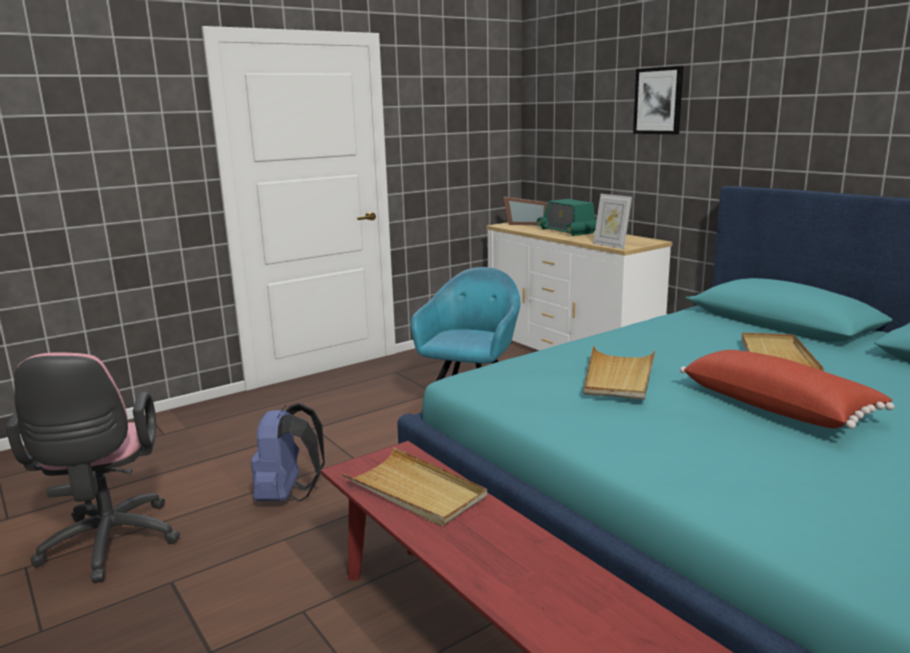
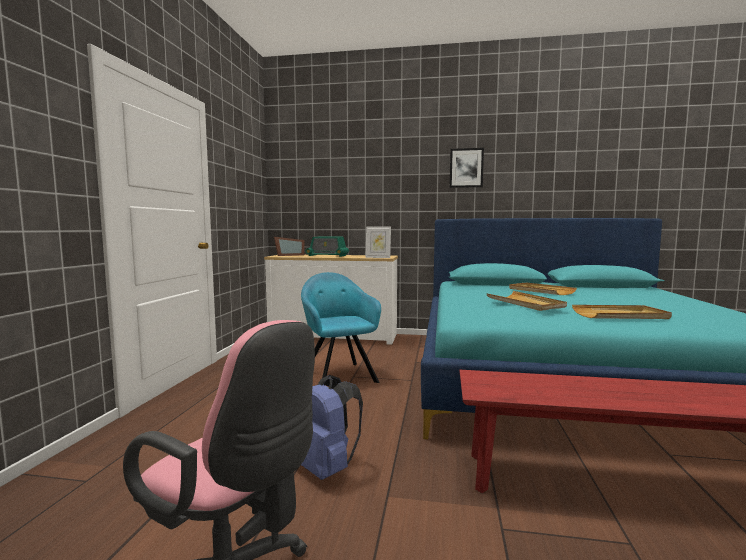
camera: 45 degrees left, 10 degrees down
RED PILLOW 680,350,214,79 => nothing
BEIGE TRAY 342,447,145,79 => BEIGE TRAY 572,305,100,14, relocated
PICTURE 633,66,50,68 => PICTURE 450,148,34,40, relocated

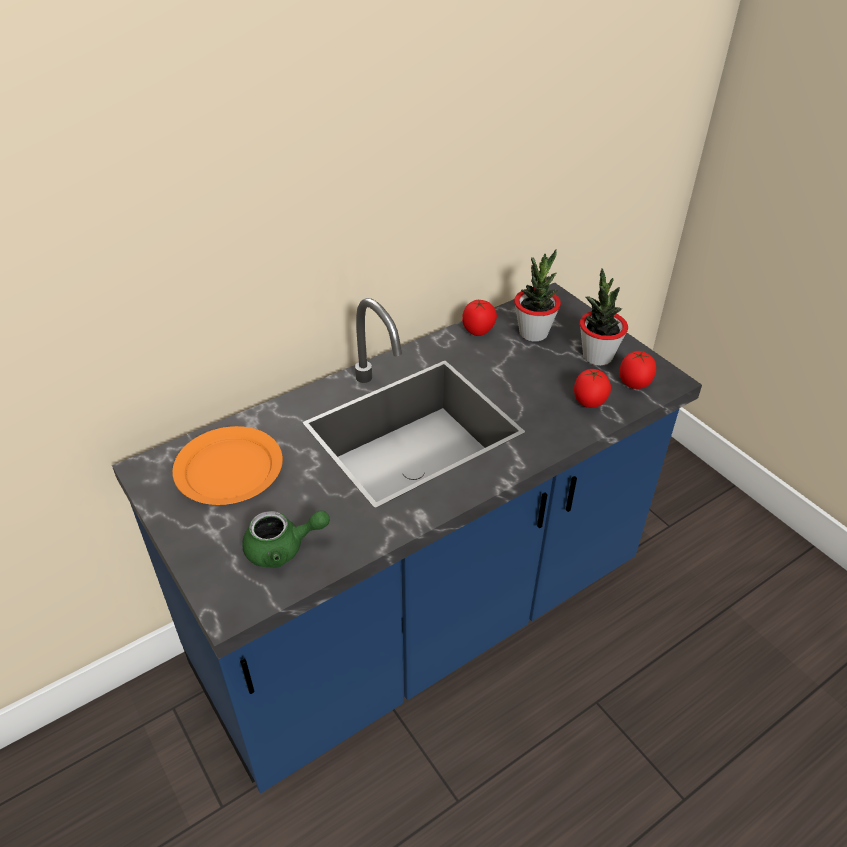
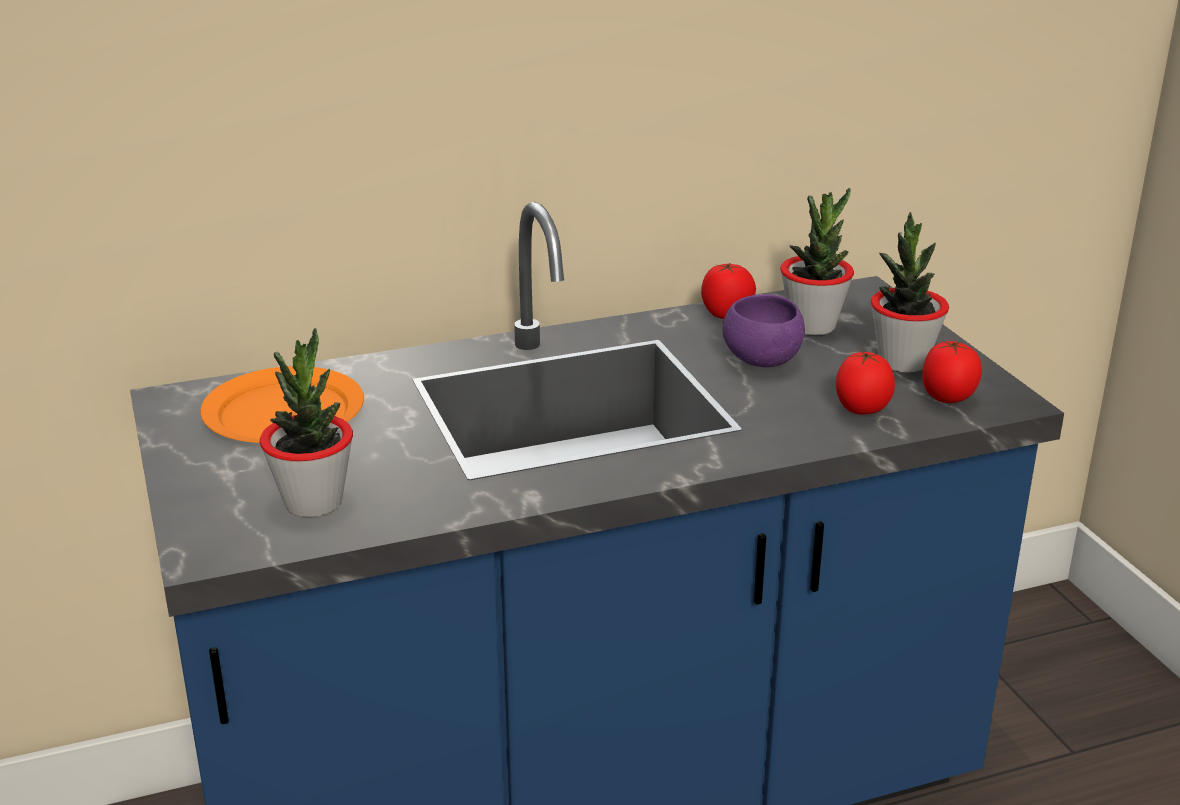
camera: 15 degrees right, 15 degrees down
nothing => PURPLE BOWL 722,294,83,73
GREEN TEAPOT 242,510,88,58 => POTTED PLANT 260,328,93,190

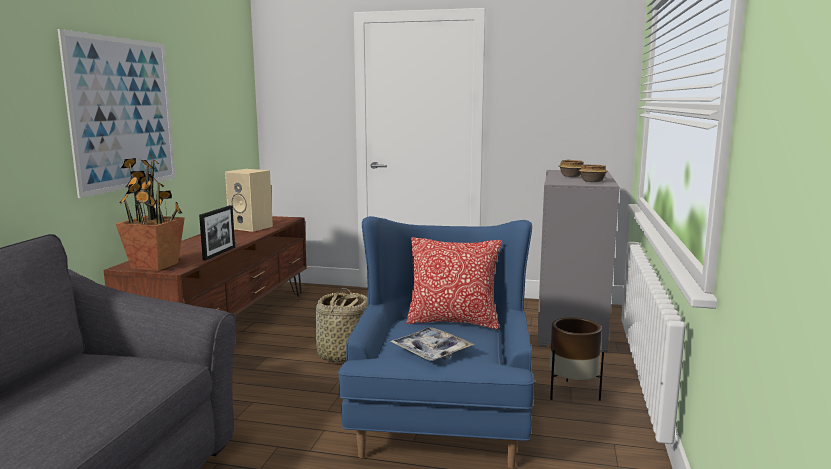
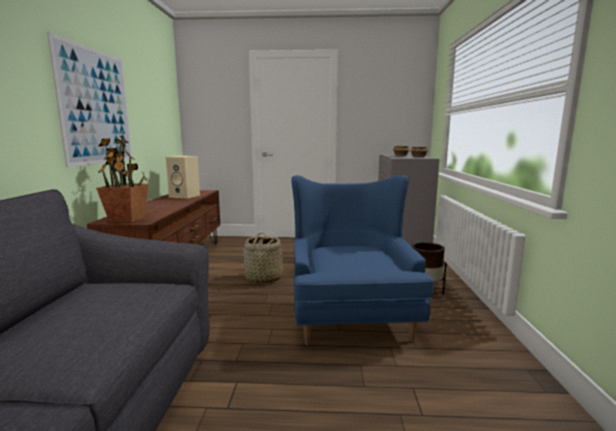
camera: 10 degrees left, 0 degrees up
PICTURE FRAME 199,205,36,56 => nothing
TRAY 390,327,84,34 => nothing
PILLOW 406,237,96,92 => nothing

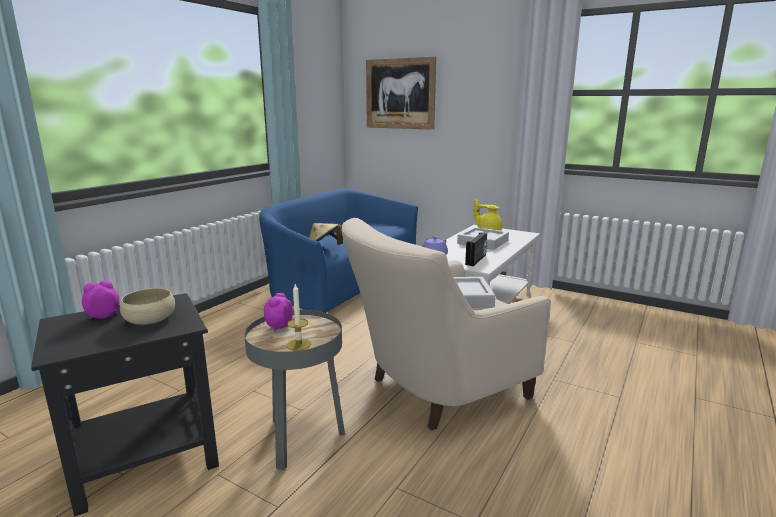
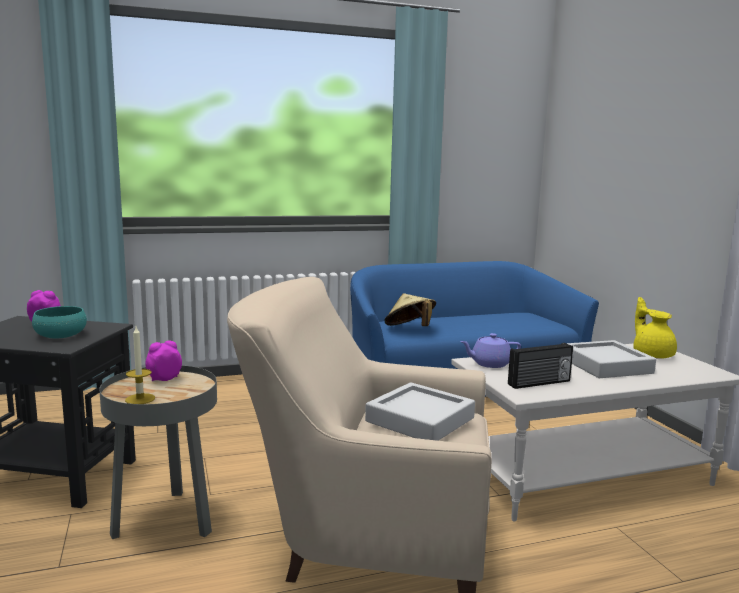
camera: 40 degrees right, 5 degrees down
PICTURE 366,57,70,73 => nothing
BEIGE BOWL 120,288,55,37 => TURQUOISE BOWL 32,306,55,32

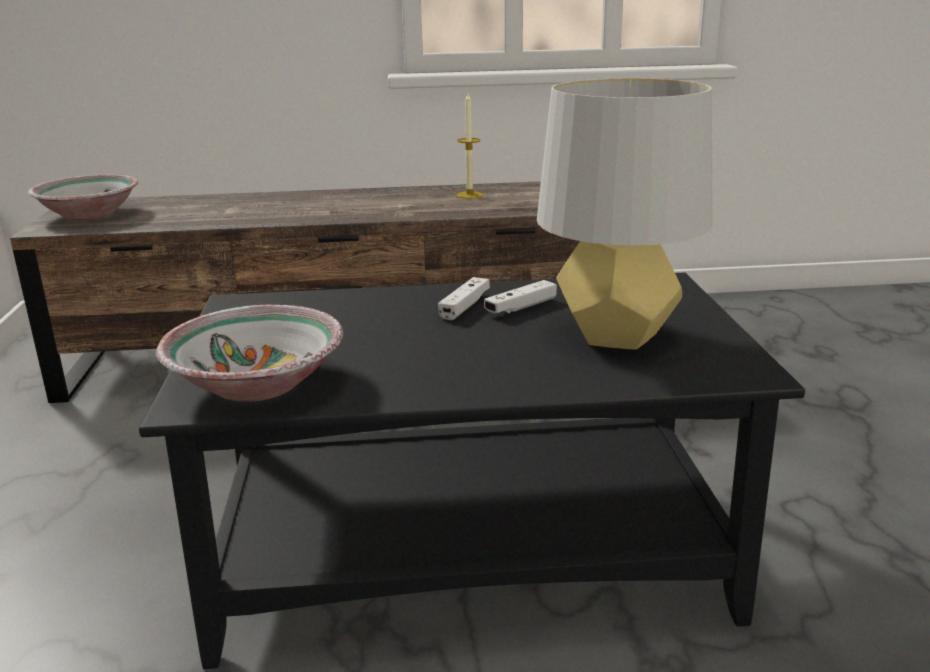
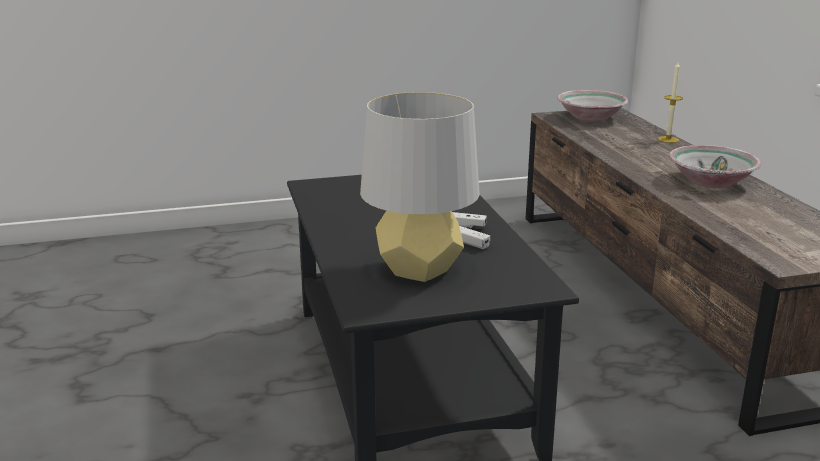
camera: 80 degrees right, 0 degrees up
BOWL 156,305,187,97 => BOWL 669,145,93,43, relocated
CANDLE 457,93,26,106 => CANDLE 658,62,25,81, relocated

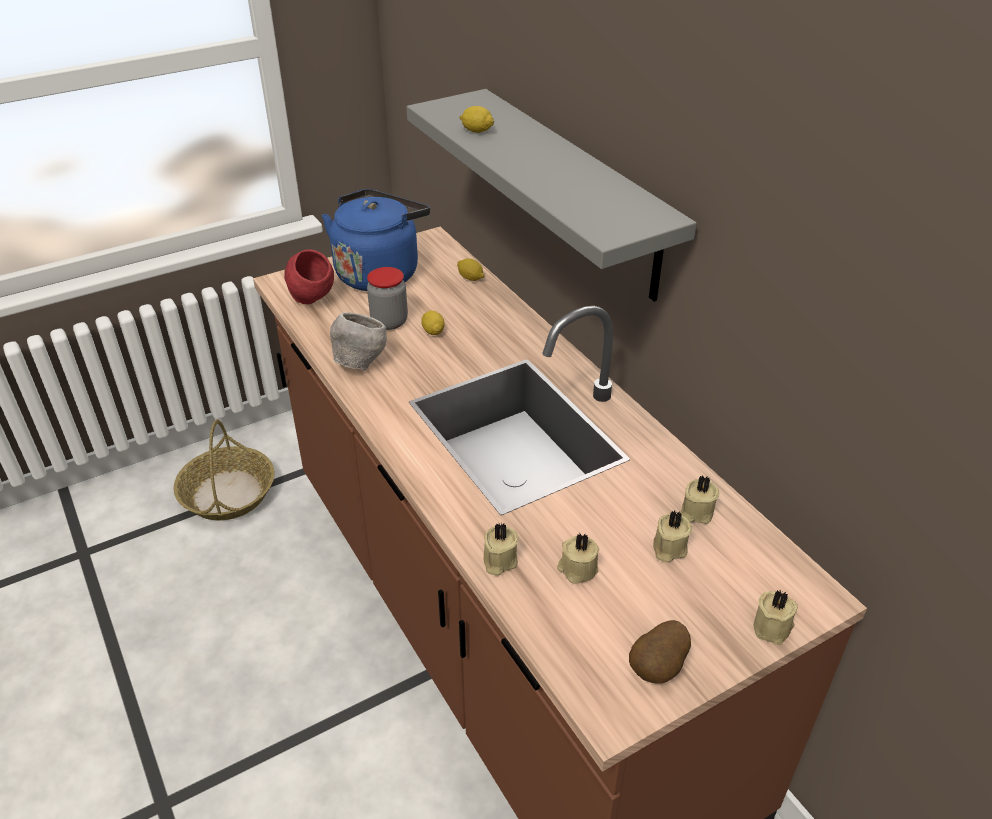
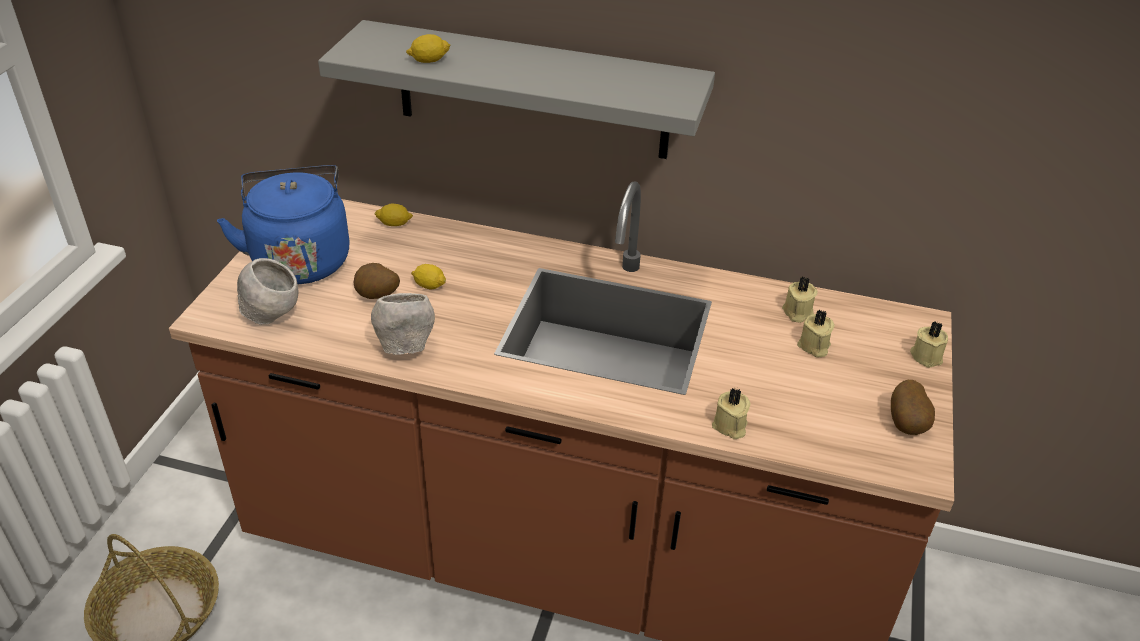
camera: 45 degrees left, 0 degrees up
BEIGE CANDLE 557,533,42,50 => nothing
JAR 367,267,41,63 => POTATO 354,263,46,36
RED BOWL 284,249,50,55 => GREY BOWL 237,258,61,67

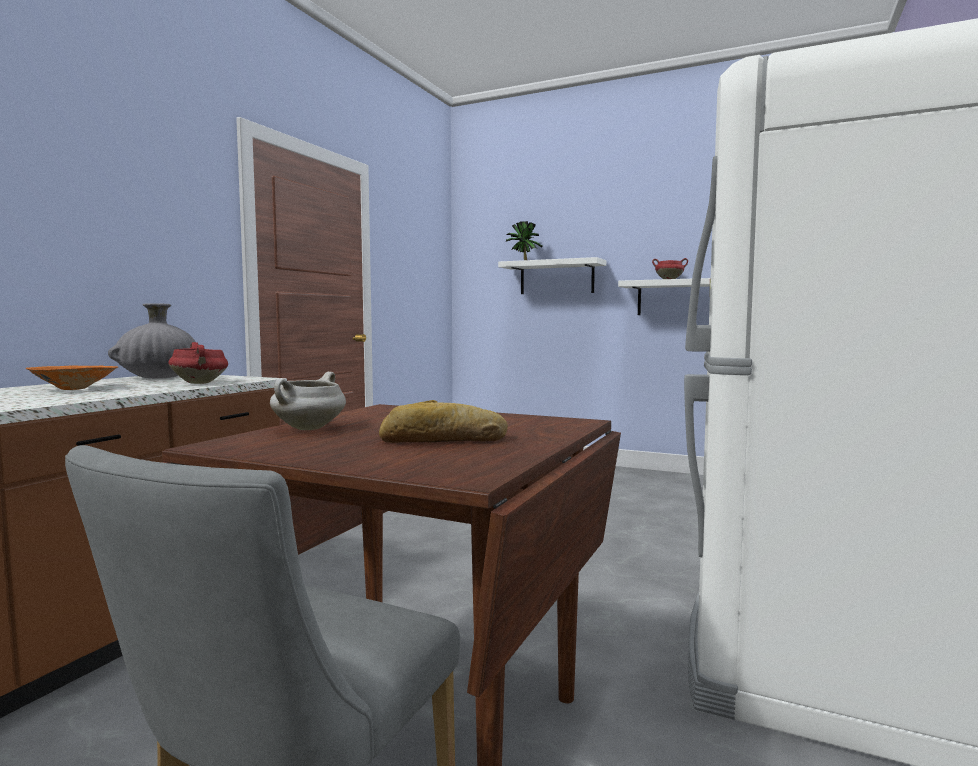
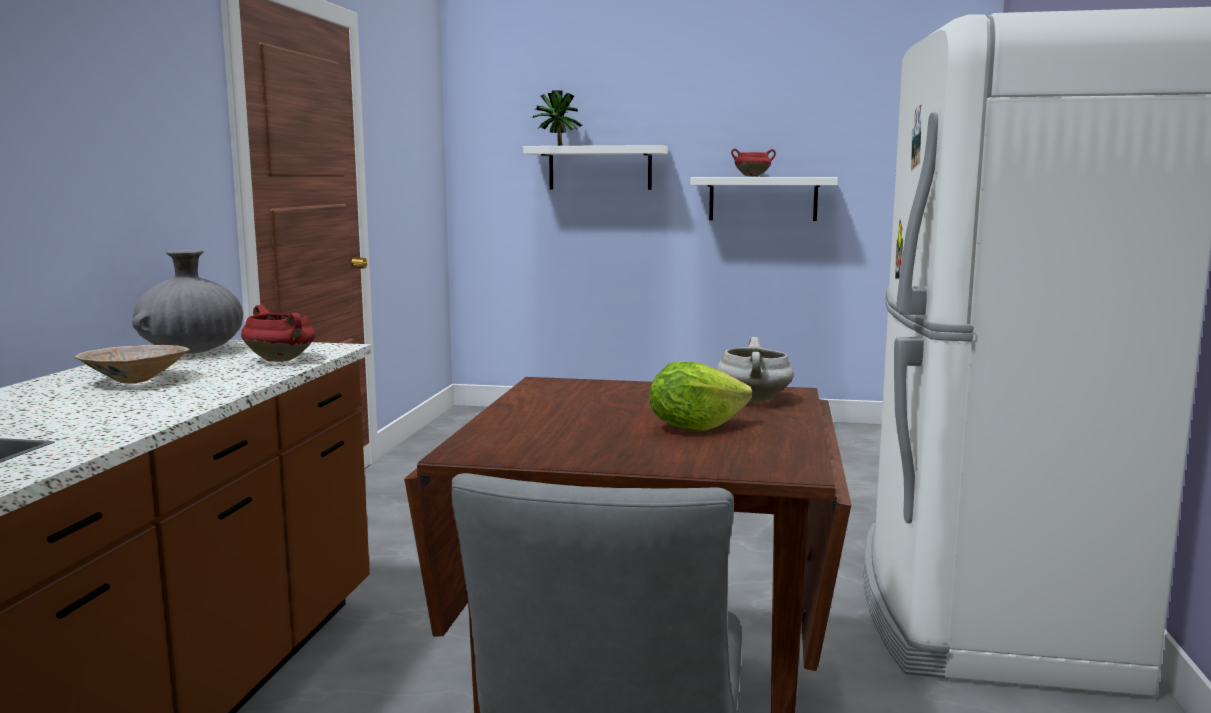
camera: 15 degrees left, 5 degrees up
WHITE COOKING POT 270,372,76,58 => WHITE COOKING POT 717,337,77,65, relocated
BREAD 379,400,129,43 => LETTUCE 649,361,103,70
ORANGE BOWL 26,366,92,24 => BEIGE BOWL 74,345,115,39

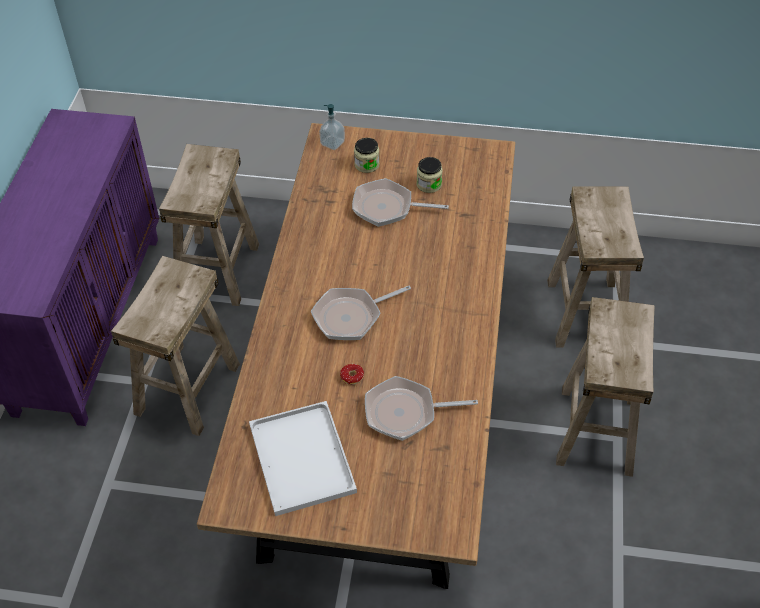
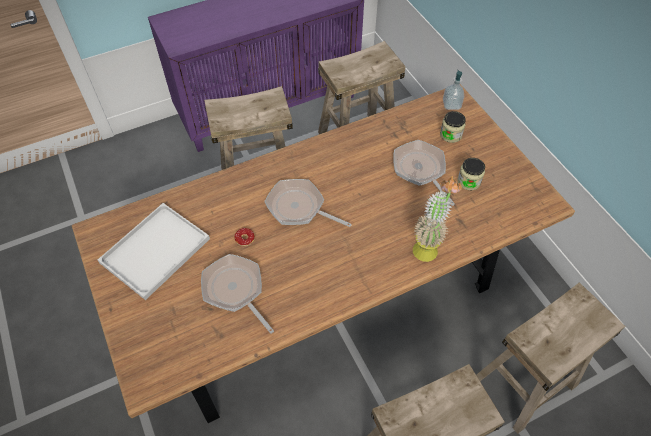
camera: 55 degrees right, 5 degrees up
nothing => POTTED PLANT 413,176,49,86

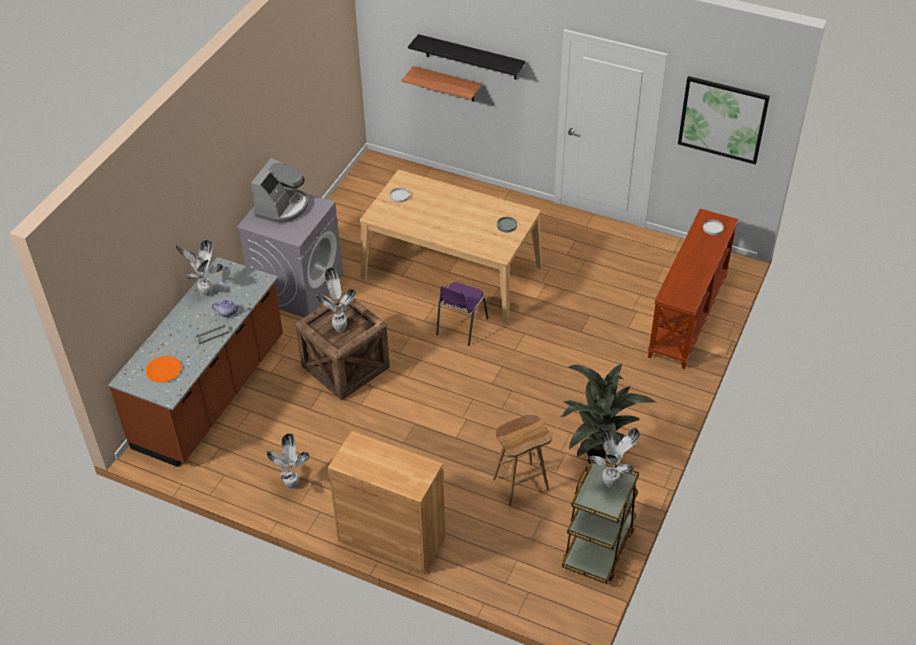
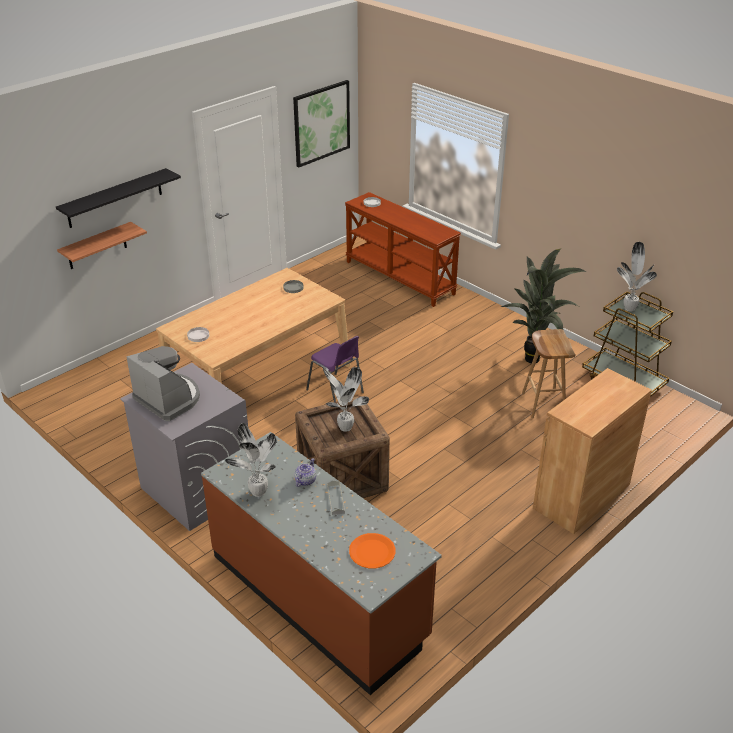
camera: 70 degrees left, 10 degrees down
POTTED PLANT 267,434,43,55 => nothing

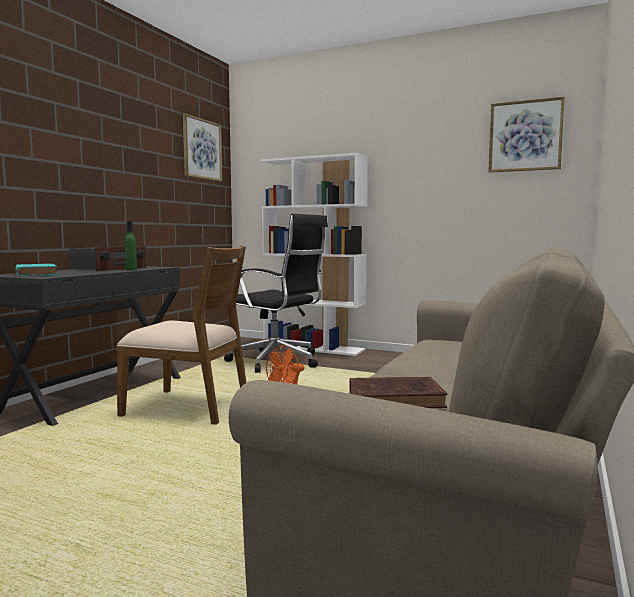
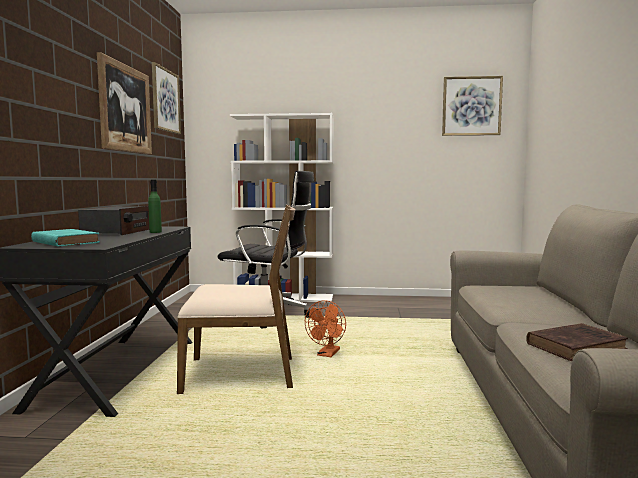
camera: 20 degrees left, 0 degrees up
nothing => PICTURE 97,52,55,102

